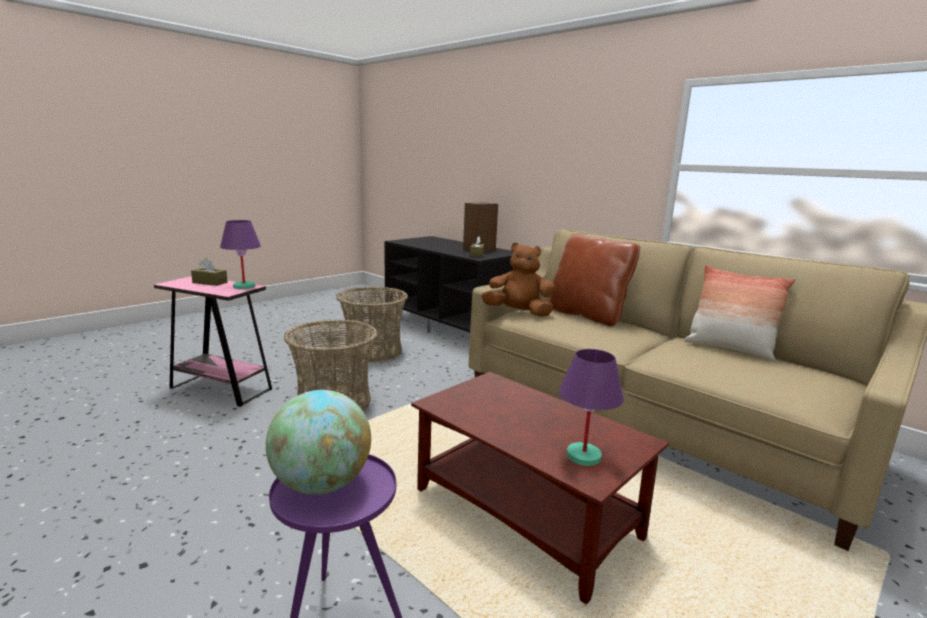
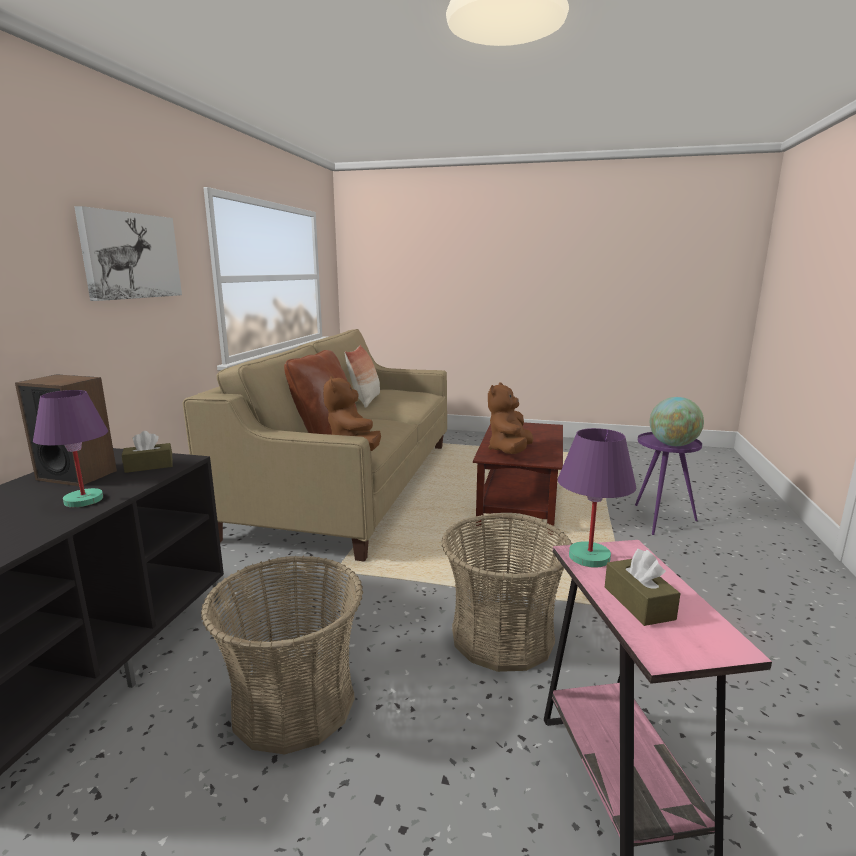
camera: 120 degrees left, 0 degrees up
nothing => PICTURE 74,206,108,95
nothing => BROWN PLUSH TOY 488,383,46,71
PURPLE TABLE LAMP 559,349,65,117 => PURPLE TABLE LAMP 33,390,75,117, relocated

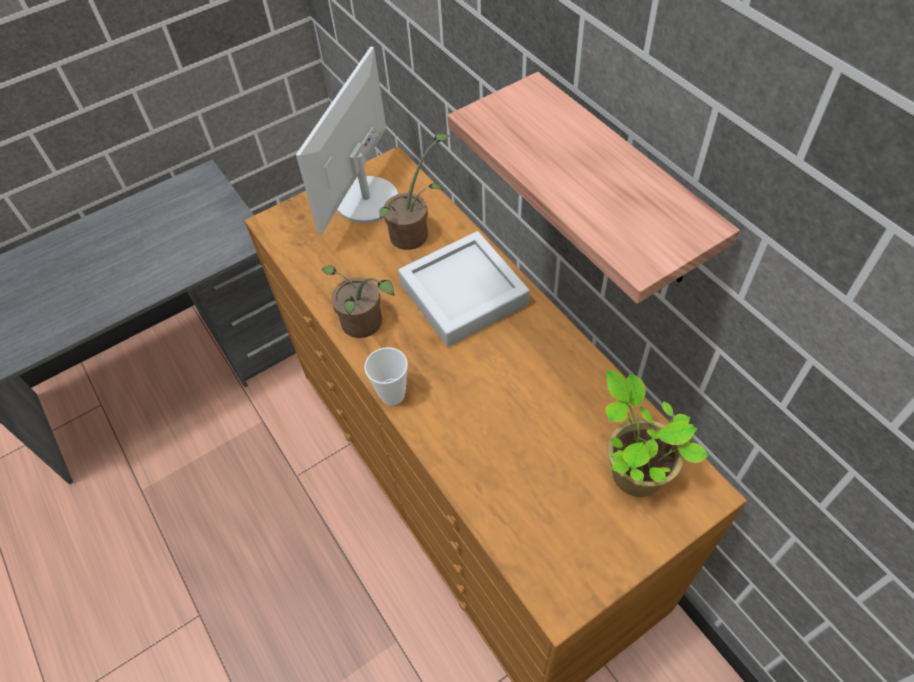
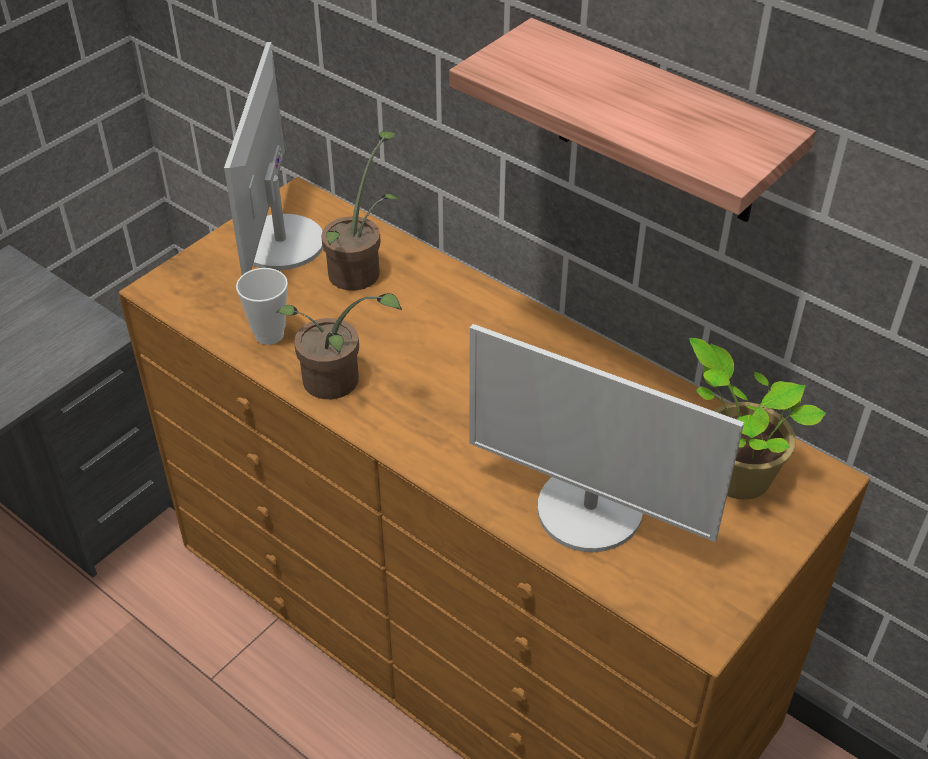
camera: 20 degrees left, 10 degrees down
GREY TRAY 398,231,132,116 => nothing
nothing => MONITOR 469,324,275,228
CUP 364,347,44,58 => CUP 236,268,52,77, relocated

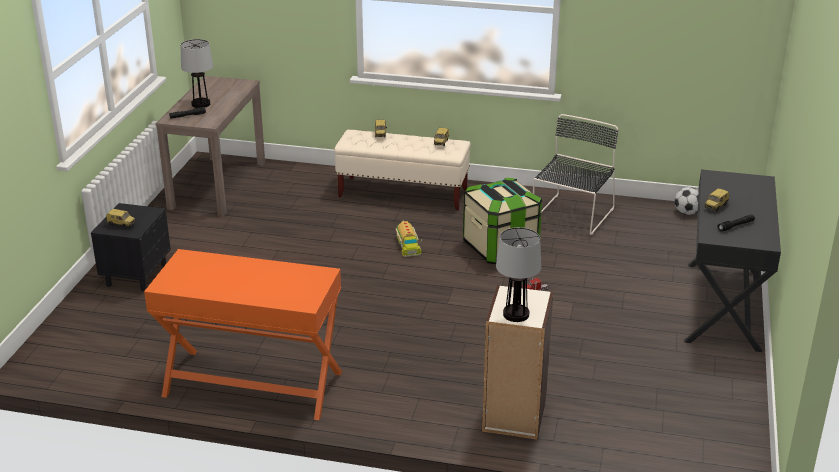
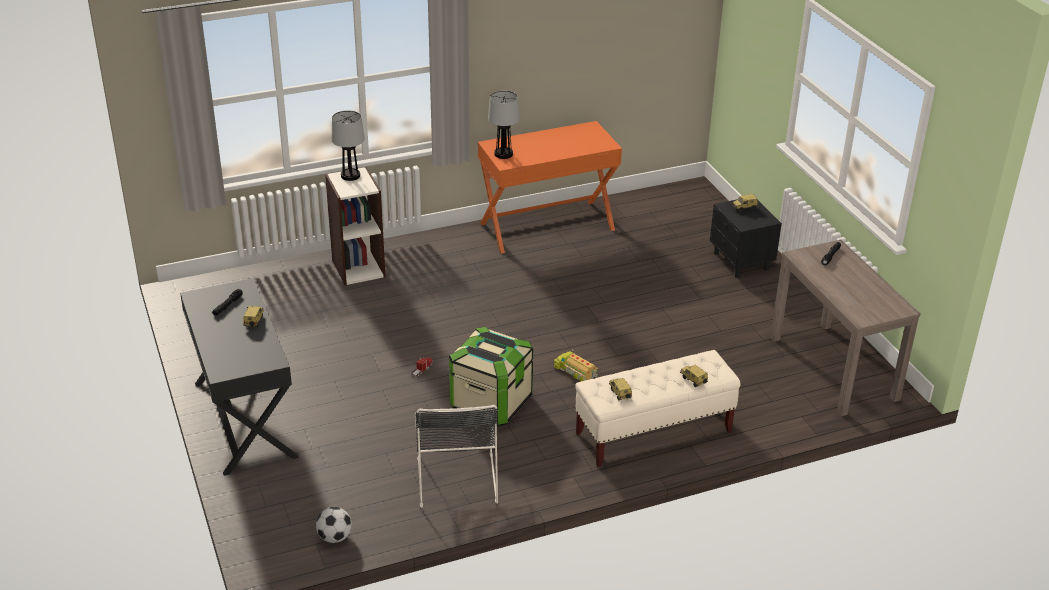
camera: 145 degrees right, 5 degrees up
TABLE LAMP 181,39,32,69 => TABLE LAMP 488,91,32,68, relocated

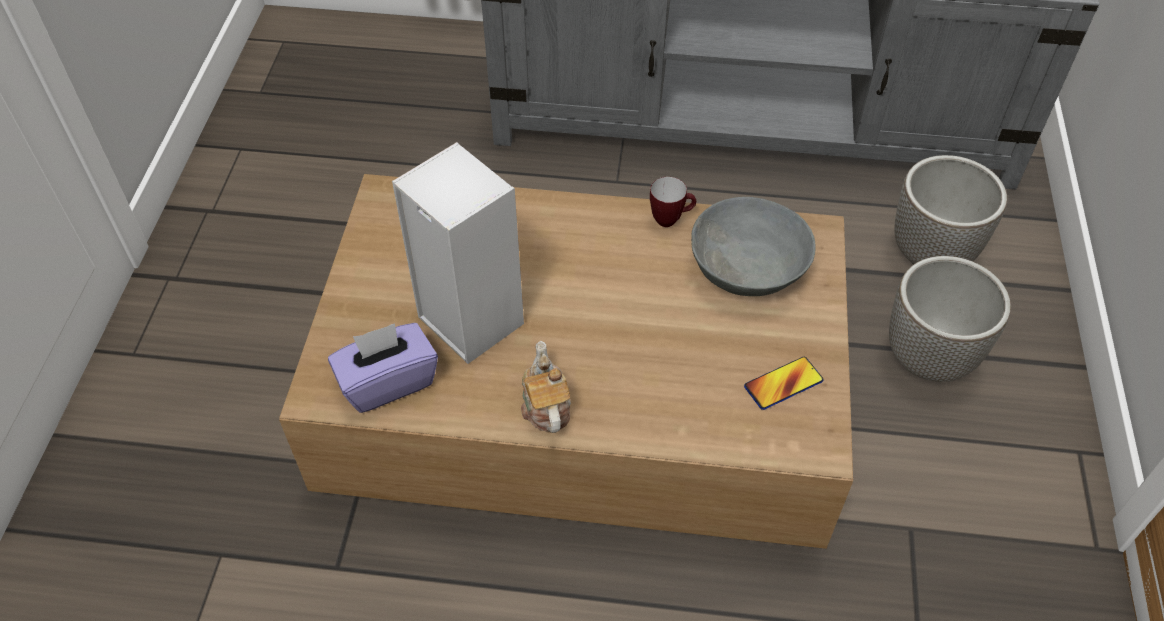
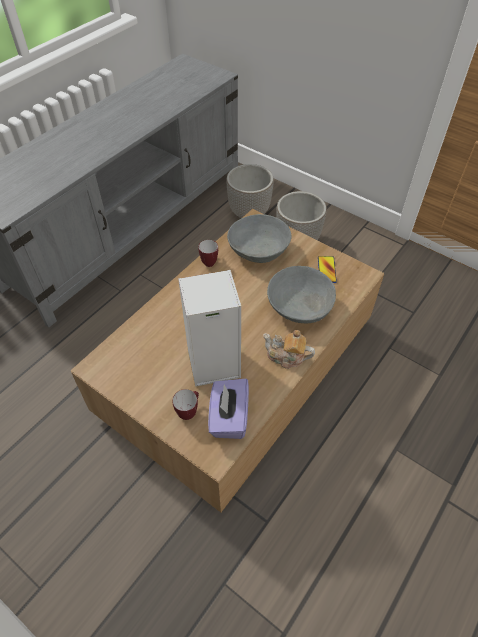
camera: 60 degrees left, 0 degrees up
nothing => MUG 172,389,27,31
nothing => GREY BOWL 267,266,69,57

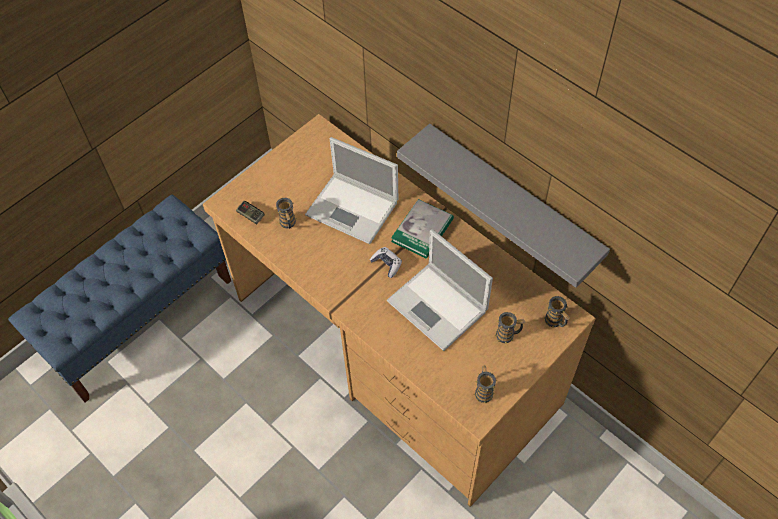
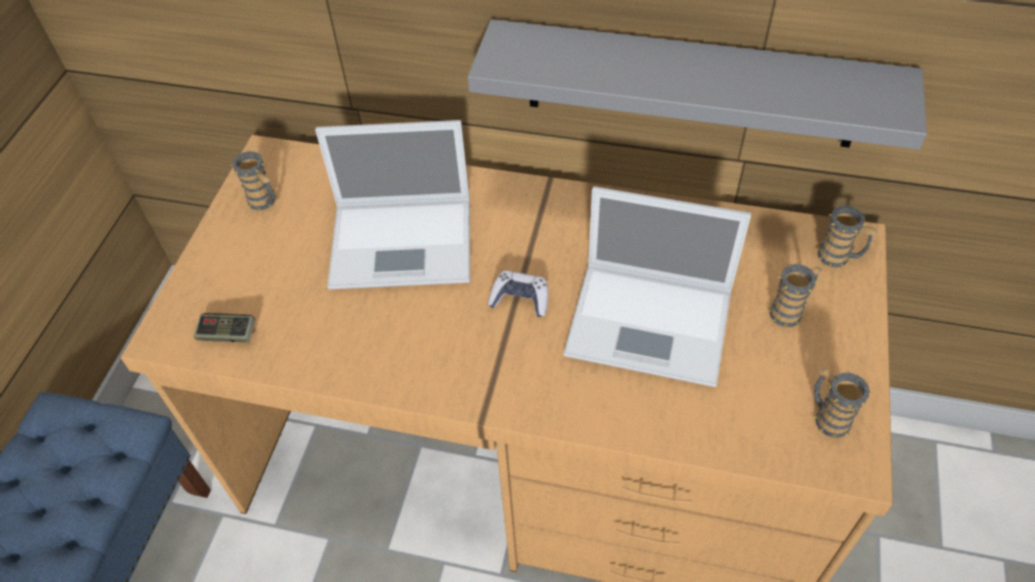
camera: 30 degrees left, 5 degrees down
BOOK 391,199,63,60 => nothing
MUG 275,198,21,31 => MUG 231,151,47,59, relocated

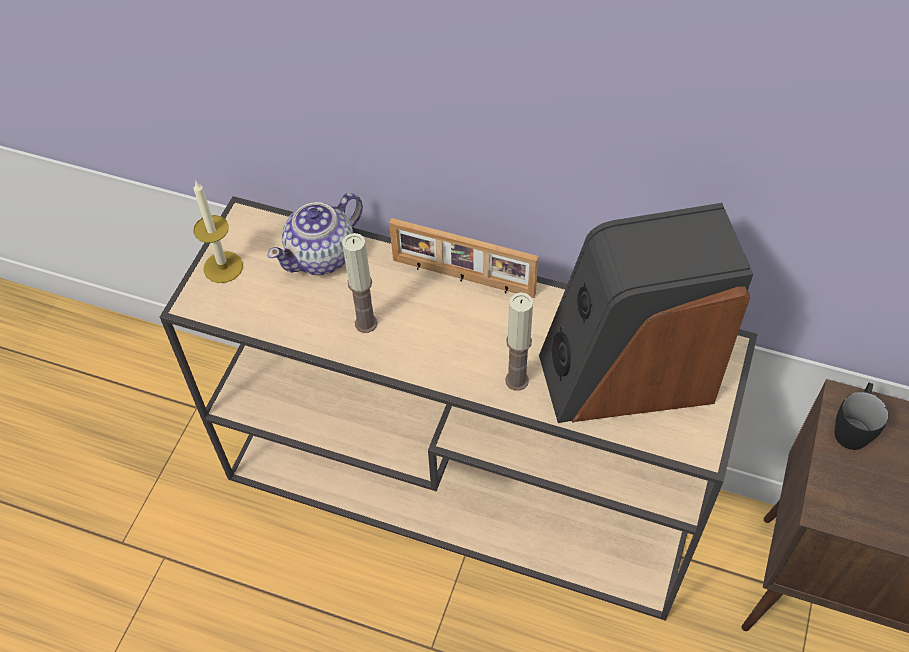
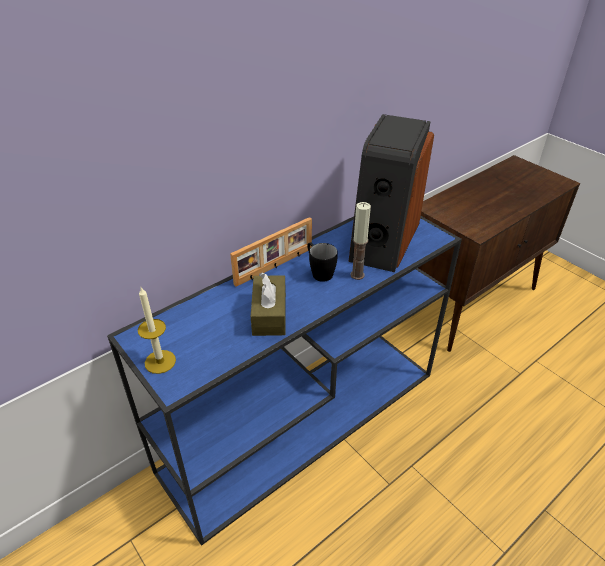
camera: 60 degrees left, 15 degrees down
TEAPOT 268,193,95,82 => nothing
BLACK MUG 834,383,55,67 => BLACK MUG 307,242,31,40, relocated
CANDLE 342,233,35,100 => BROWN TISSUE BOX 251,272,35,64
BEIGE CONSOLE TABLE 160,196,598,425 => BLUE CONSOLE TABLE 107,216,355,330

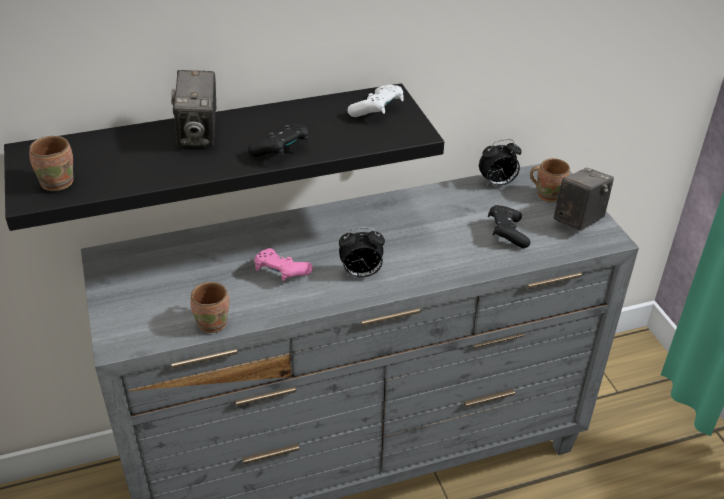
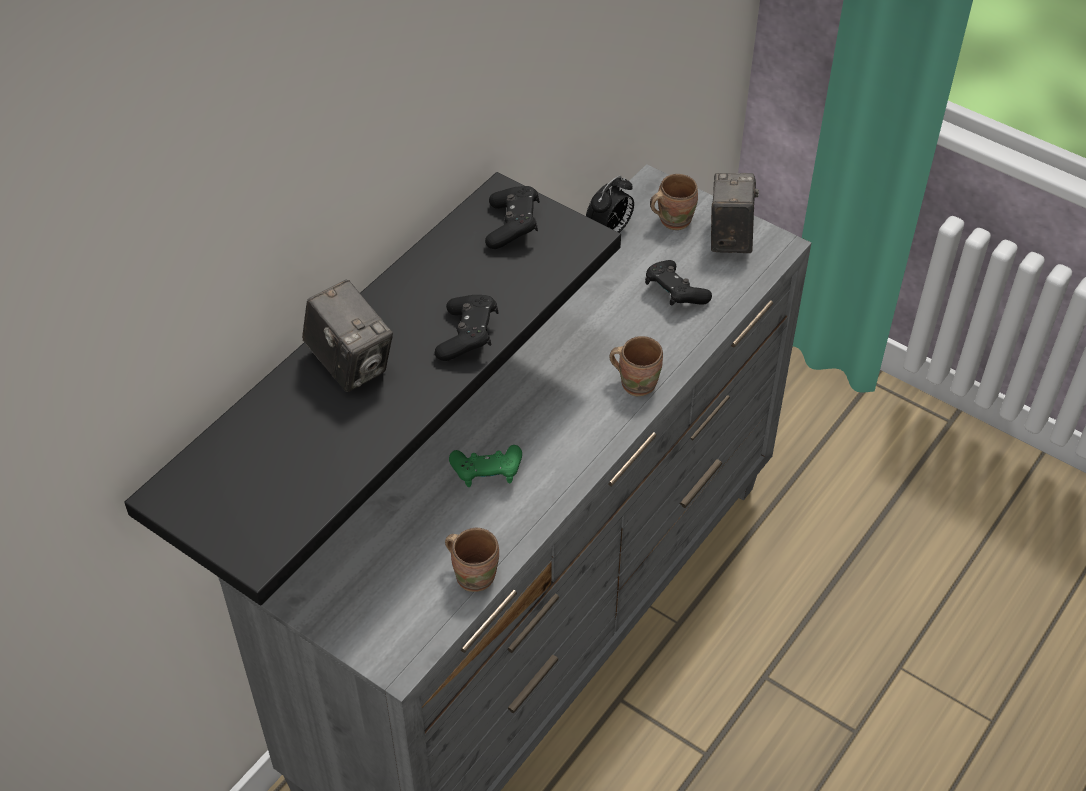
camera: 35 degrees left, 10 degrees up
ALARM CLOCK 339,227,46,51 => nothing
BROWN MUG 29,136,44,55 => BROWN MUG 609,336,54,60, relocated
PINK GAME CONTROLLER 254,248,59,33 => GREEN GAME CONTROLLER 449,445,73,42
WHITE GAME CONTROLLER 348,85,56,32 => BLACK GAME CONTROLLER 485,186,55,63

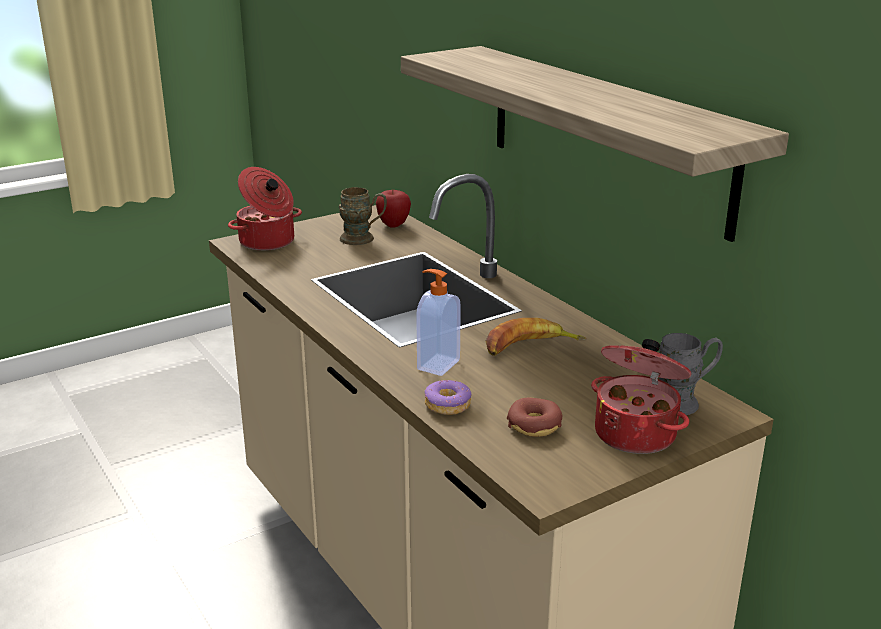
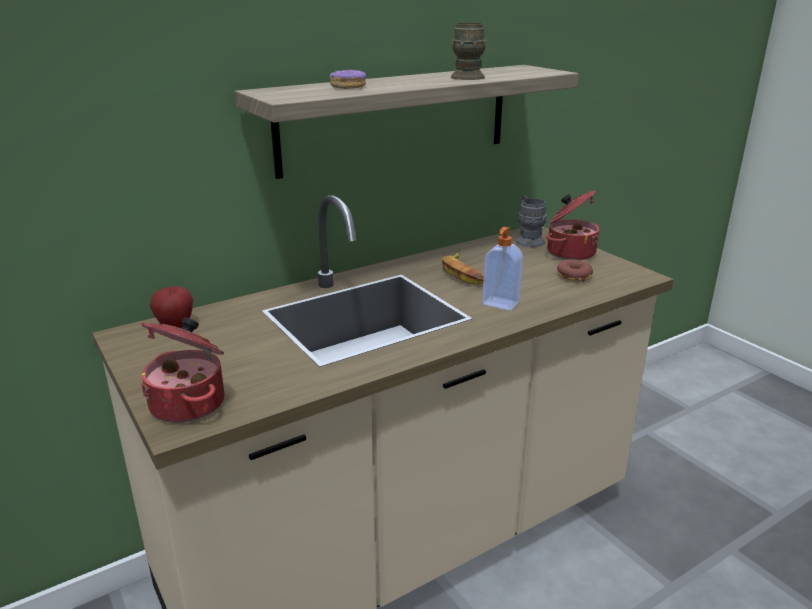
camera: 90 degrees left, 0 degrees up
BROWN MUG 339,187,48,58 => BROWN MUG 451,23,35,57, relocated
DONUT 424,380,47,35 => DONUT 330,70,36,19, relocated

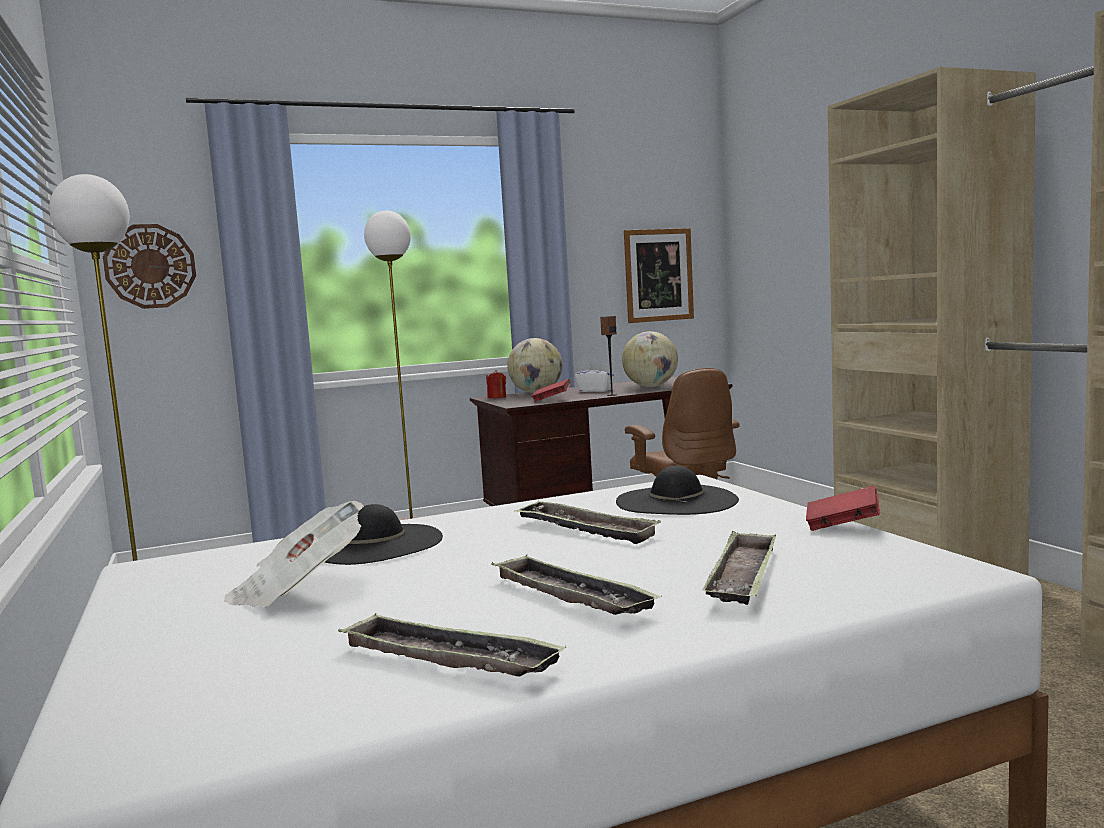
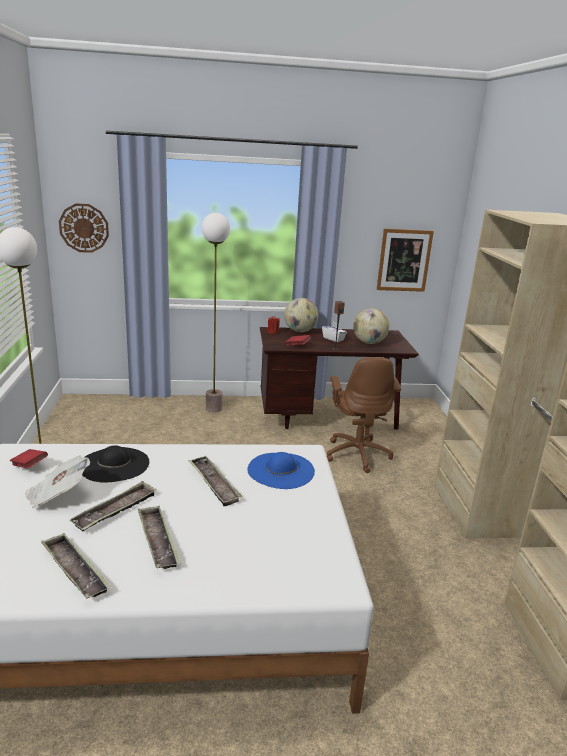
camera: 15 degrees right, 15 degrees up
TRAY 703,531,73,74 => TRAY 69,481,88,50, relocated
RED BOOK 806,486,74,45 => RED BOOK 10,449,38,20, relocated
BLACK HAT 616,466,123,49 => BLUE HAT 247,452,68,37

